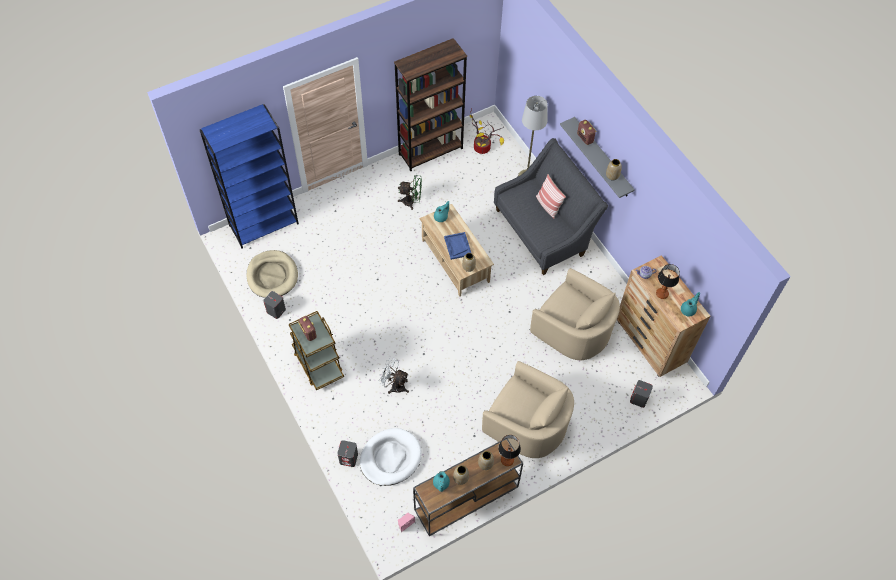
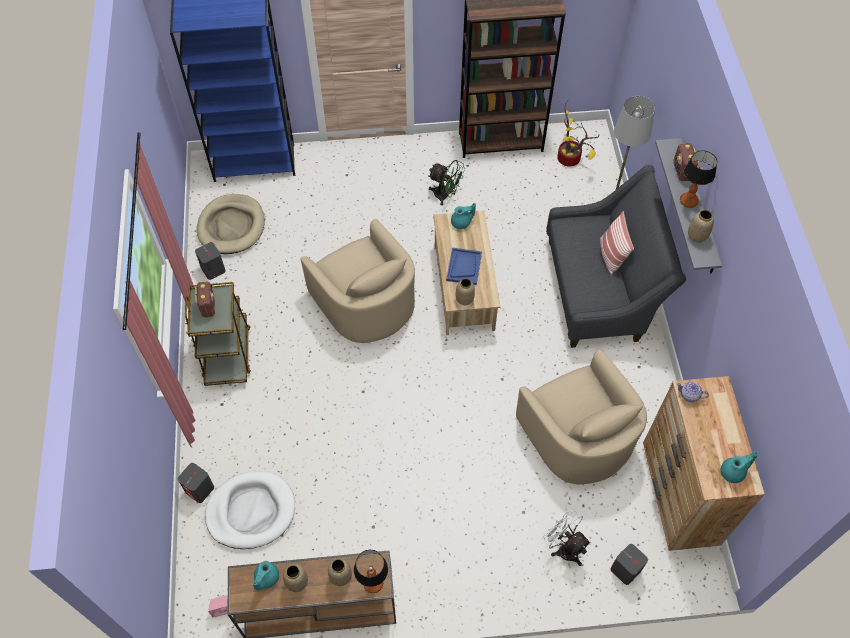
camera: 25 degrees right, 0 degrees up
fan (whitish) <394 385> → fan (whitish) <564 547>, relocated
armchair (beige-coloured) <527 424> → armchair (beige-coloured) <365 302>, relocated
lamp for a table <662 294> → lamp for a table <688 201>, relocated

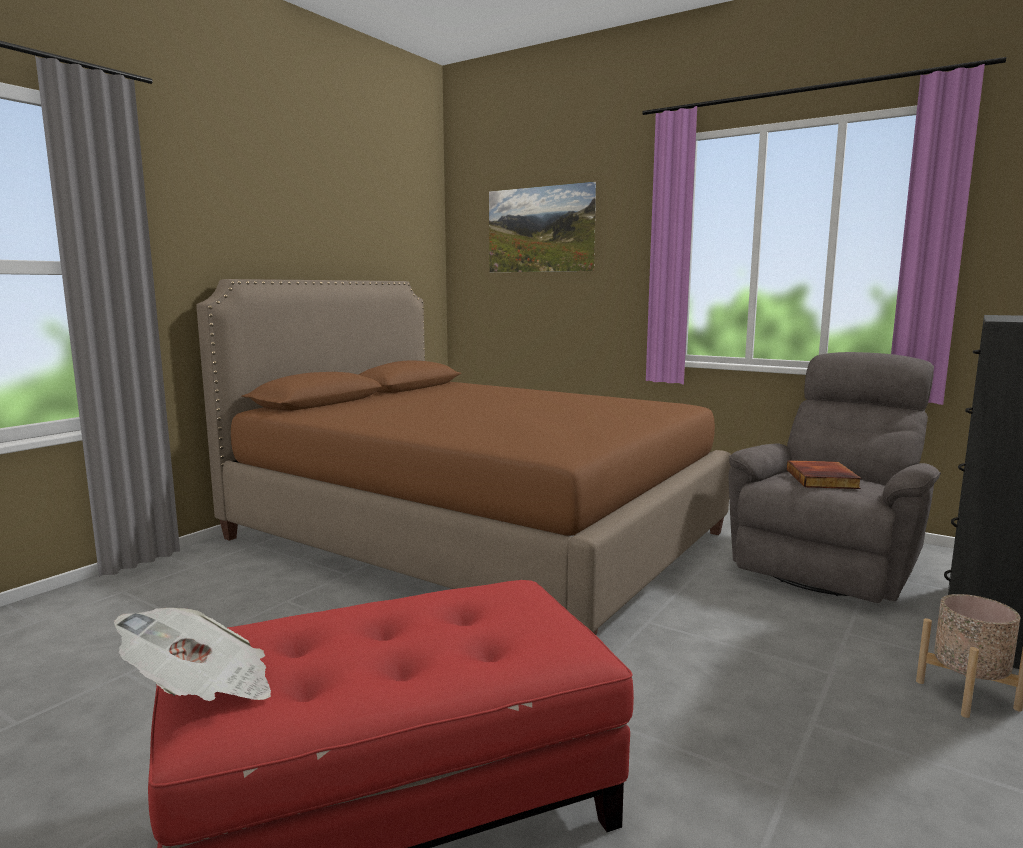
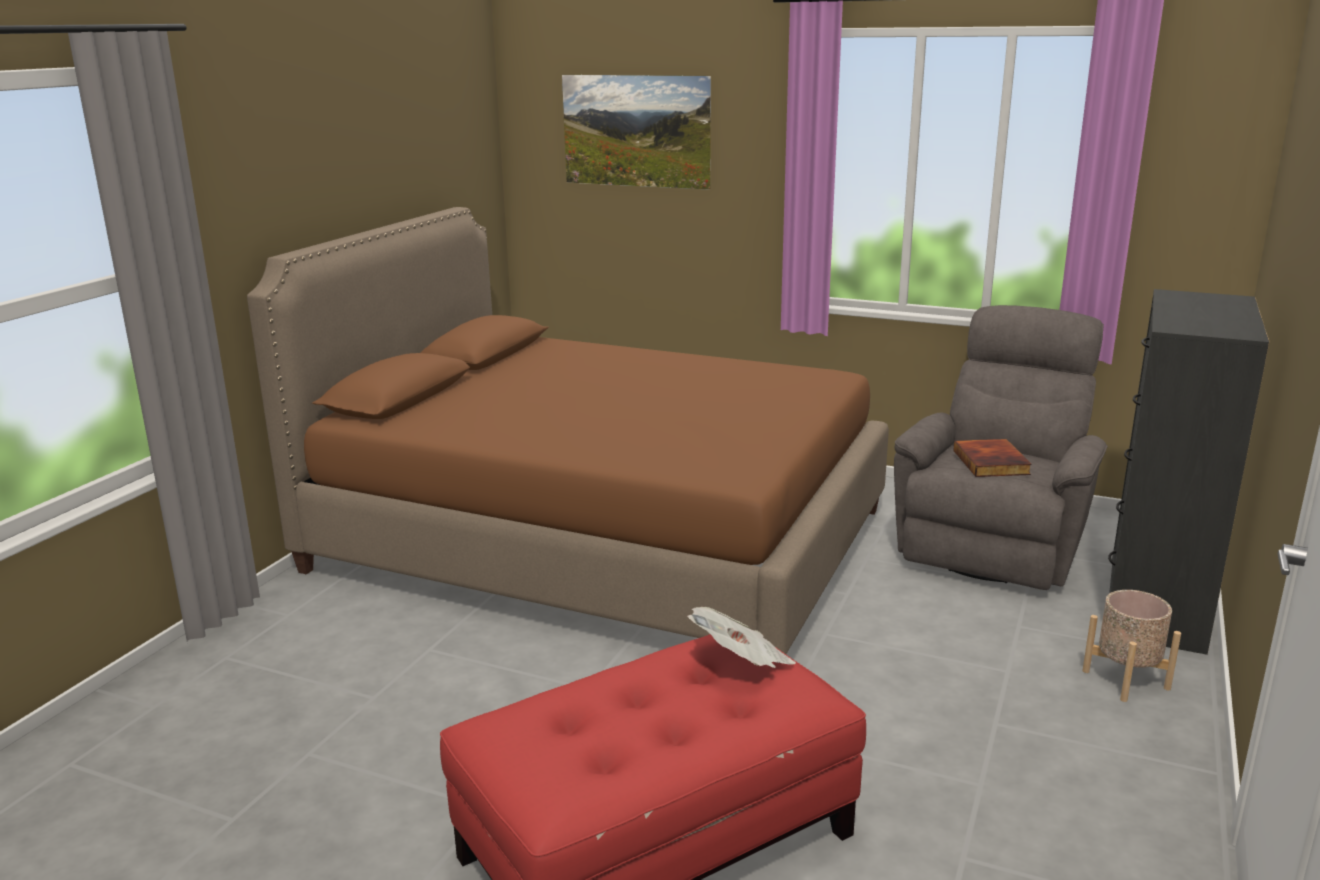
camera: 10 degrees left, 10 degrees up
printed paper <203 689> → printed paper <741 662>, relocated

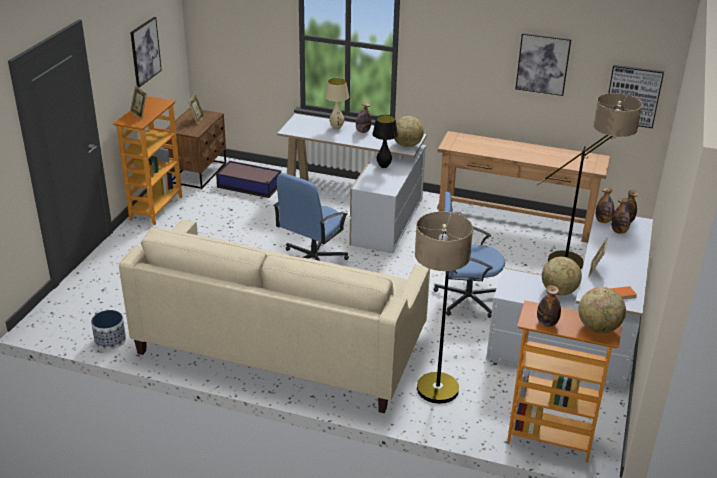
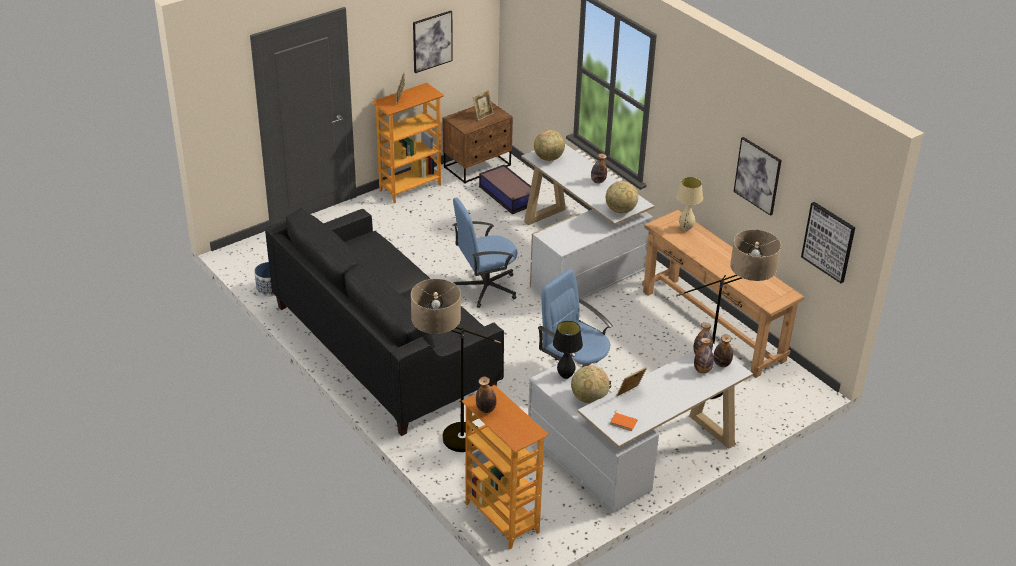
camera: 35 degrees right, 5 degrees up
couch (beige-coloured) <281 345> → couch (black) <384 348>
lamp for a table (beige-coloured) <336 128> → lamp for a table (beige-coloured) <685 228>, relocated
lamp for a table (black) <384 166> → lamp for a table (black) <565 376>, relocated
world globe <598 328> → world globe <549 158>, relocated

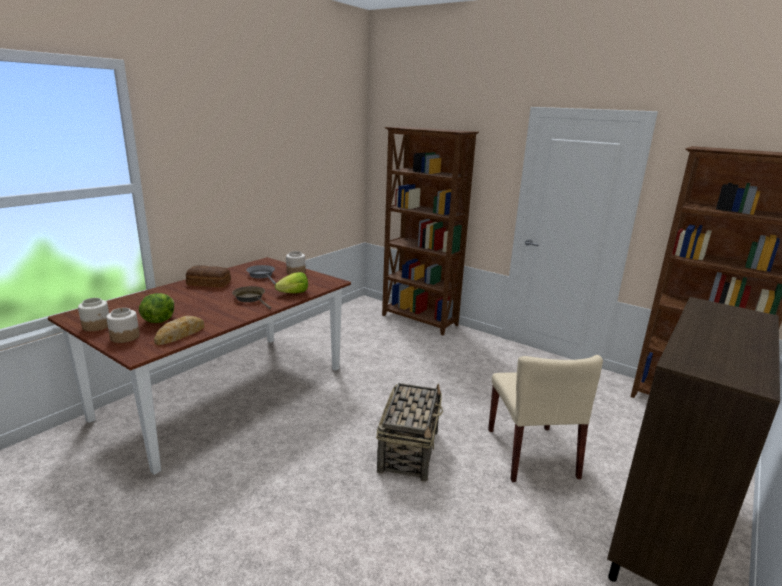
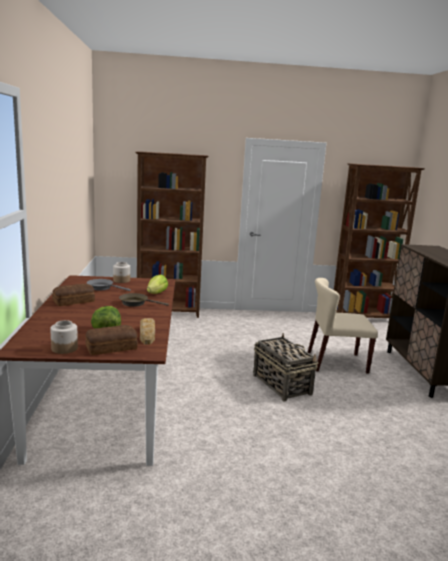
camera: 40 degrees left, 5 degrees down
jar <125 337> → bakery bread <110 347>
upright chair (beige-coloured) <531 453> → upright chair (beige-coloured) <336 362>, 135 degrees clockwise

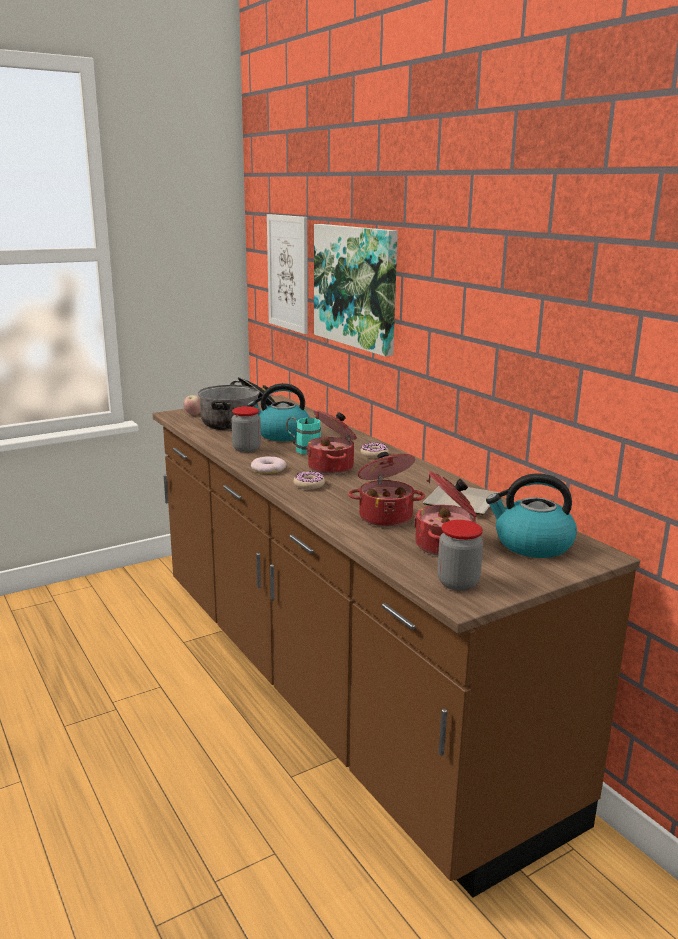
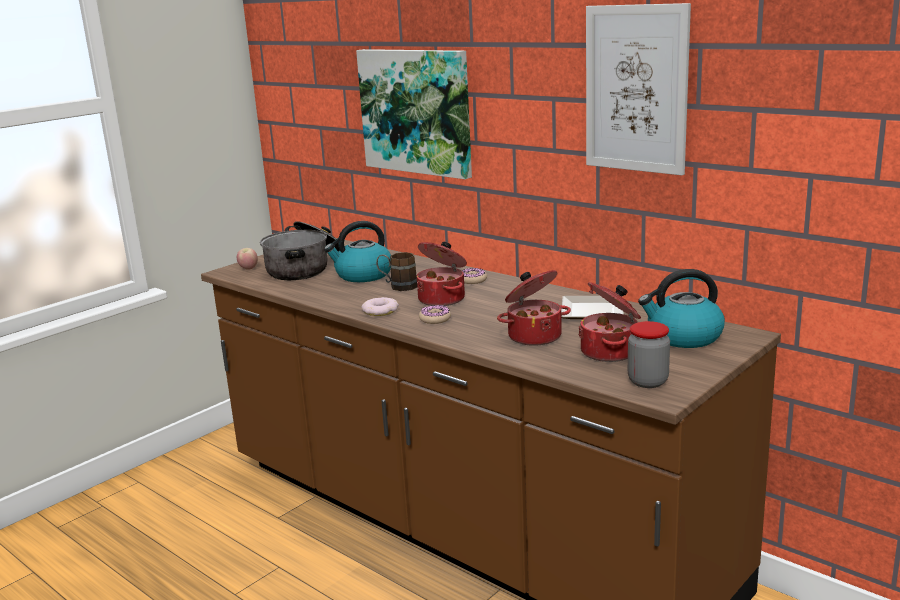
camera: 15 degrees left, 0 degrees up
jar <246 449> → -
picture <288 273> → picture <636 89>, relocated
mug (turquoise) <303 449> → mug (brown-coloured) <398 286>

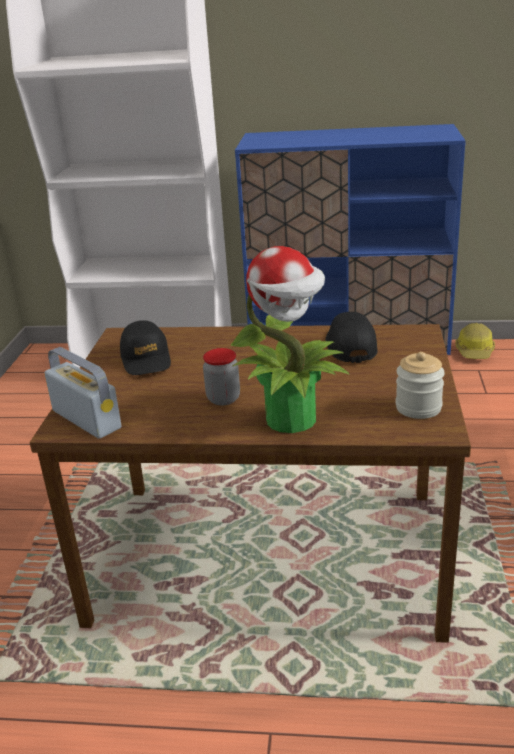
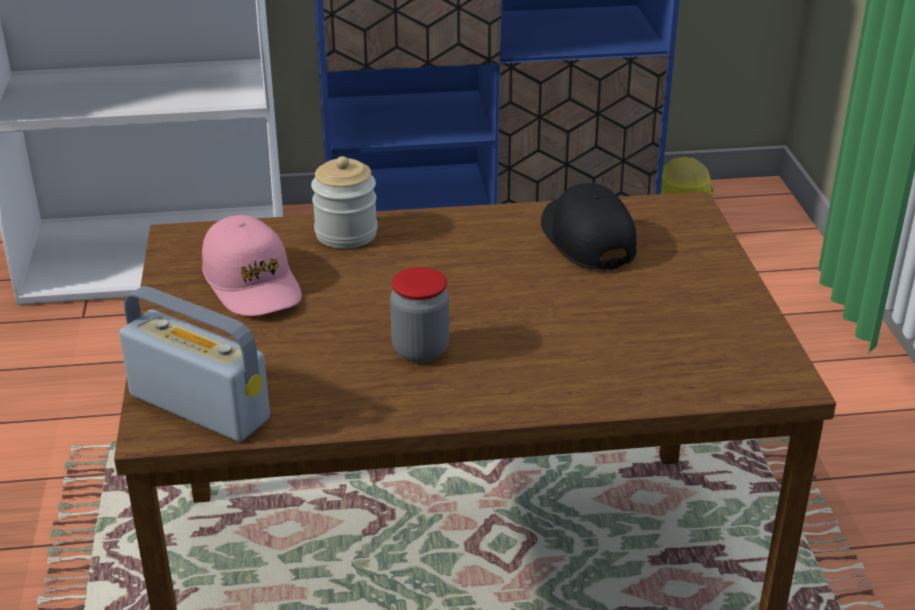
camera: 15 degrees left, 5 degrees up
peaked cap (black) <146 359> → peaked cap (pinkish) <252 283>
plant in a pot <293 419> → -
jar <418 407> → jar <346 234>, relocated

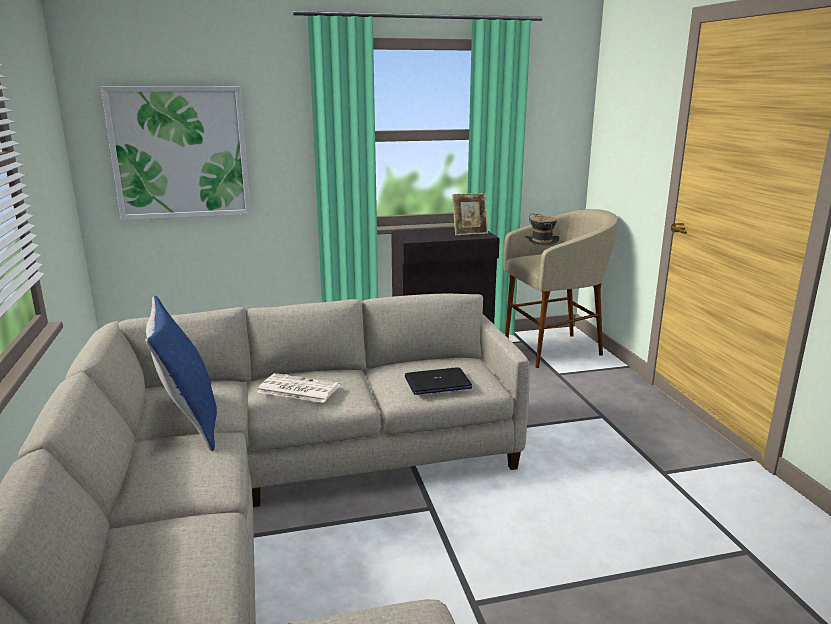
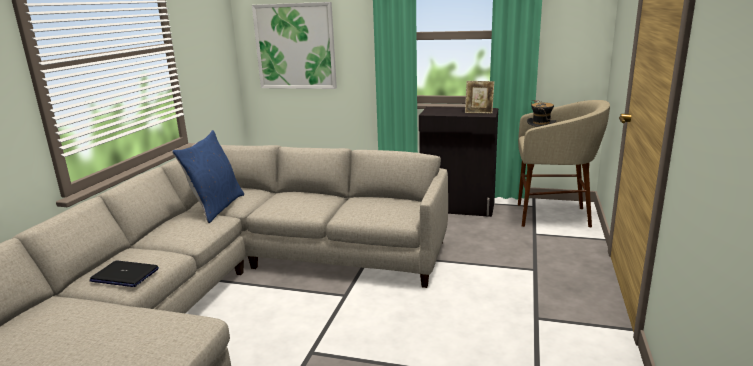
camera: 30 degrees right, 0 degrees up
printed paper <297 389> → -
laptop <437 383> → laptop <124 275>, relocated

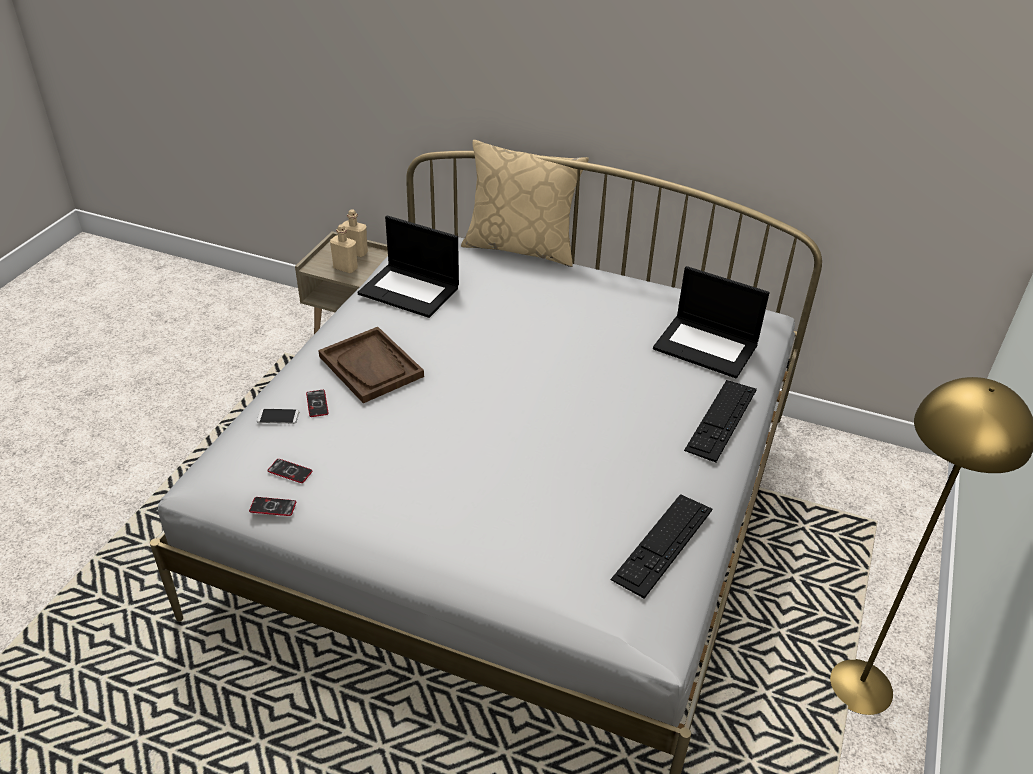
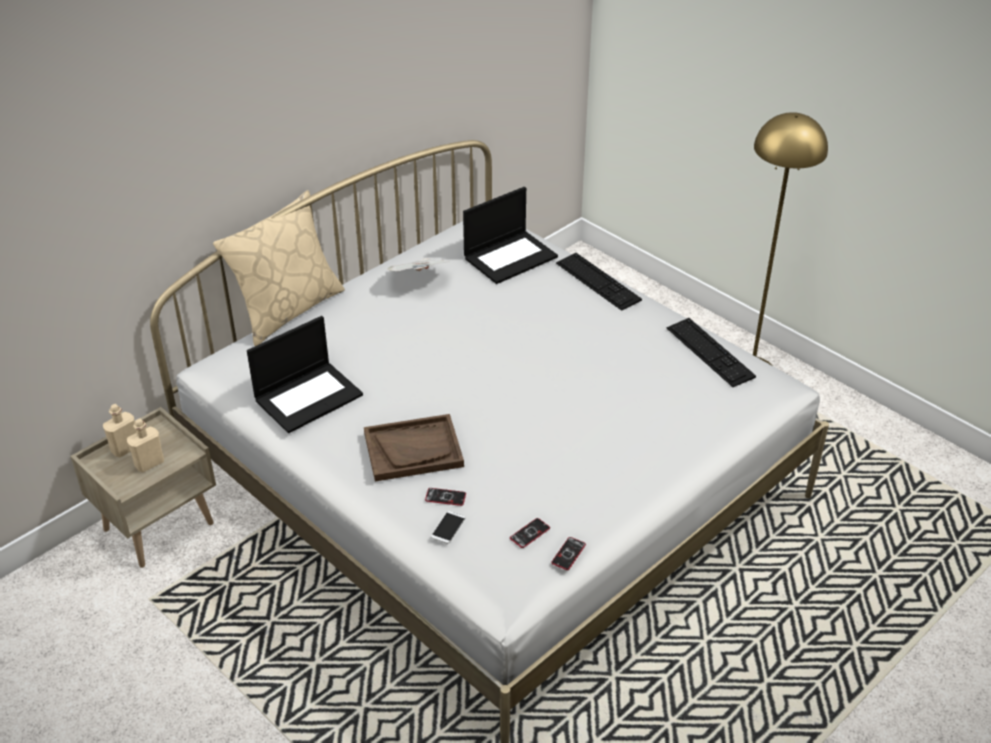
camera: 65 degrees left, 0 degrees up
- → printed paper <419 279>

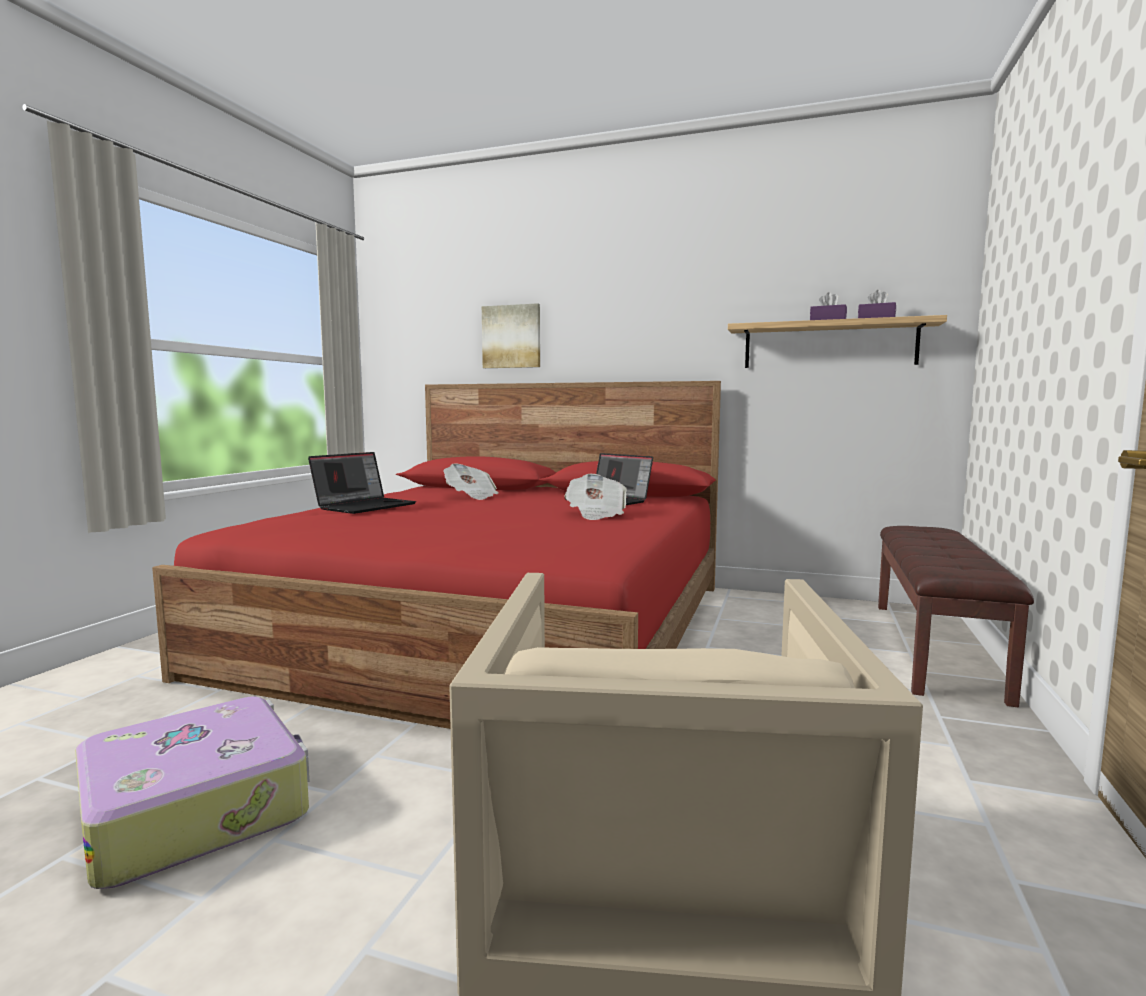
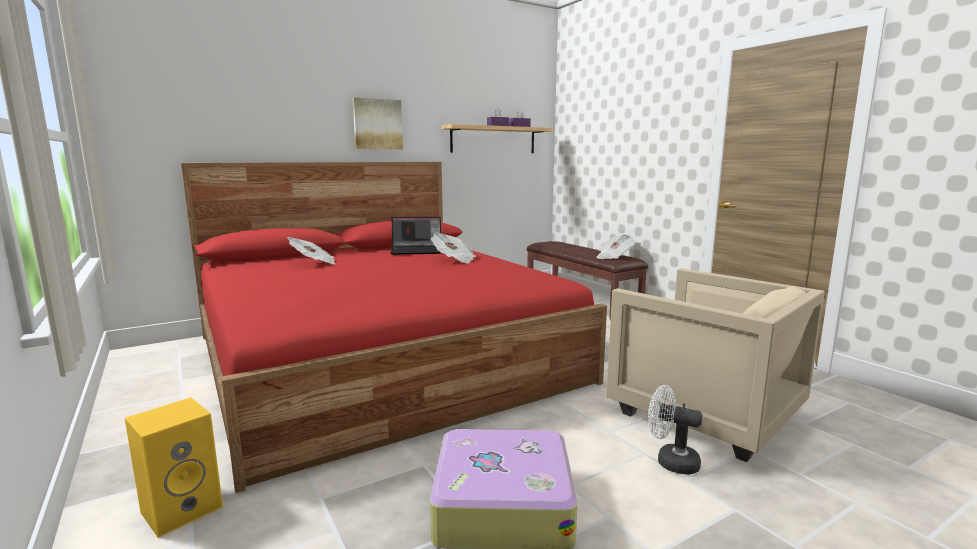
camera: 50 degrees left, 5 degrees up
laptop <365 506> → -
picture <511 336> → picture <377 124>, relocated
- → audio speaker (yellow-coloured) <183 508>
- → printed paper <613 257>
- → fan (whitish) <670 461>

